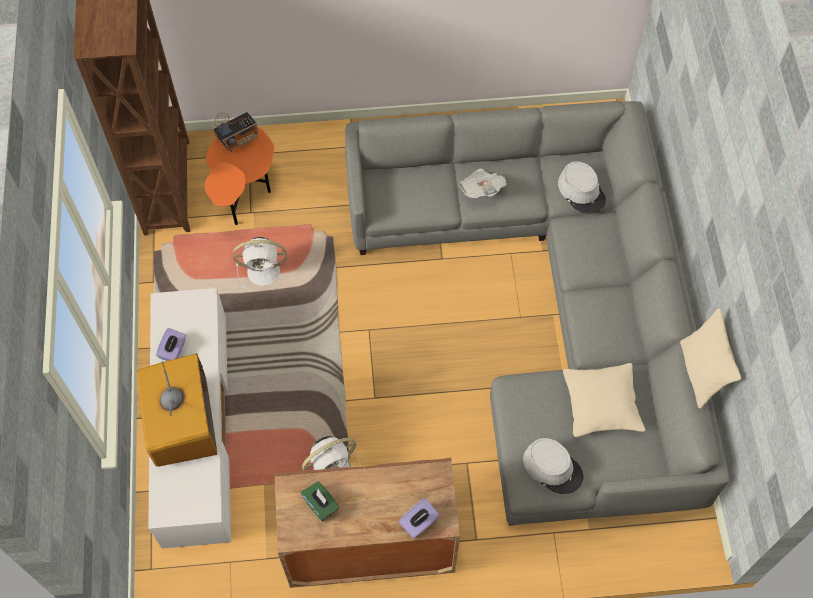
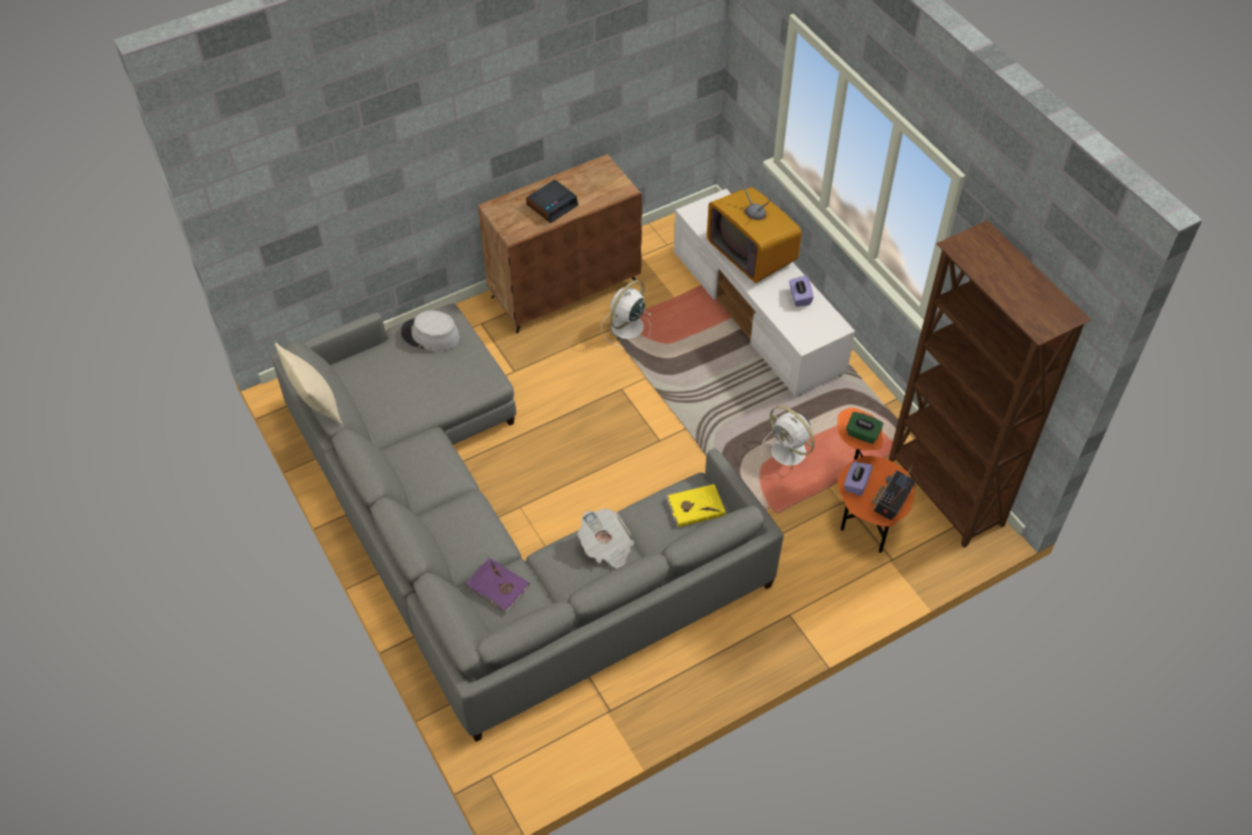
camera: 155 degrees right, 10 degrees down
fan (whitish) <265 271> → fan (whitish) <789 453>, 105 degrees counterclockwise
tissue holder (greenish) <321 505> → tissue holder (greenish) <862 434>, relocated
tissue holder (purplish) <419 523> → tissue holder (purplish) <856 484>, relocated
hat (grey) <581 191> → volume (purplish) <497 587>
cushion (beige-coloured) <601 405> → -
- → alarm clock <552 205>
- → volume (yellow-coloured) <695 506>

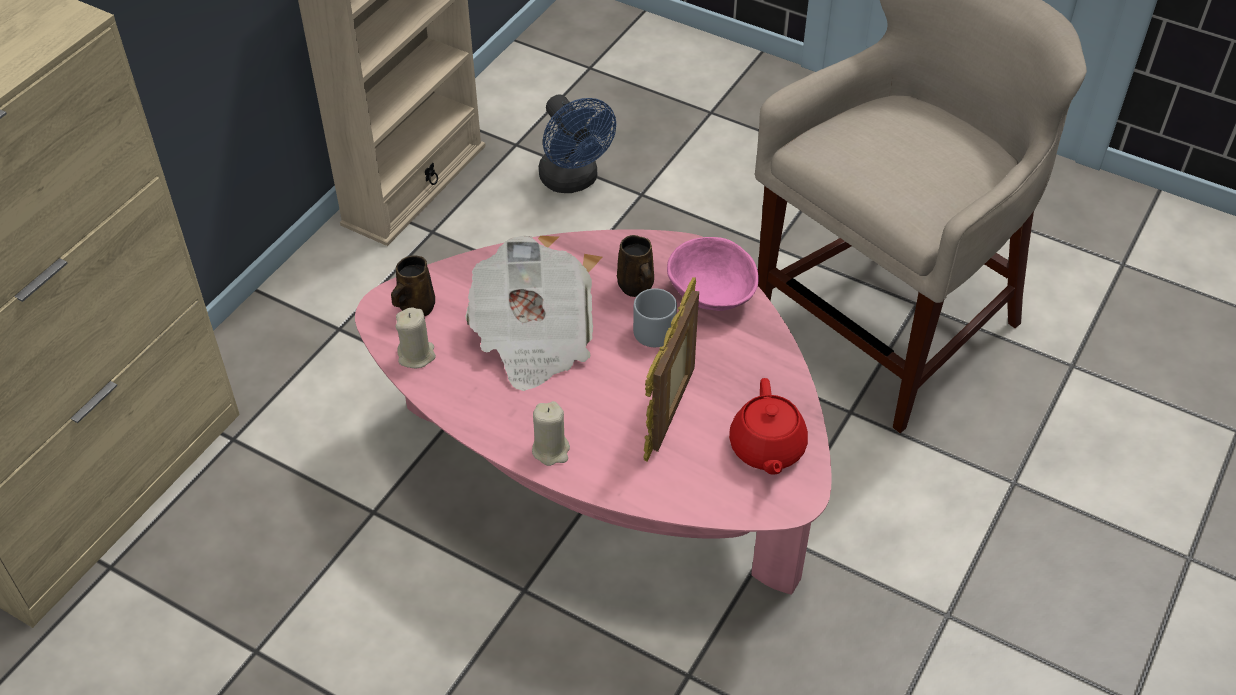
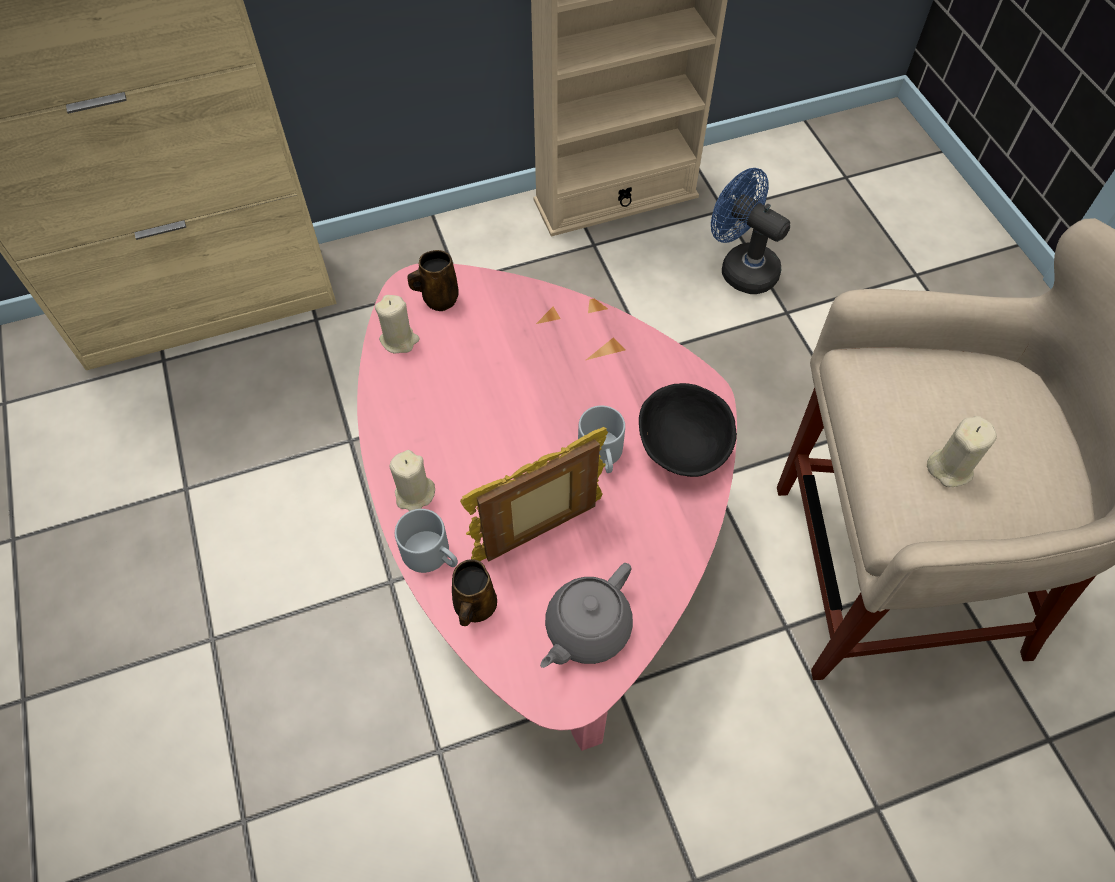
camera: 40 degrees right, 10 degrees up
printed paper <532 338> → -
fan (bluish) <573 181> → fan (bluish) <741 268>, 120 degrees clockwise
mug (brown-coloured) <636 287> → mug (brown-coloured) <474 607>, relocated
deep dish (pinkish) <711 295> → deep dish (black) <682 447>
pot for tea (red) <766 449> → pot for tea (grey) <586 629>
- → mug (grey) <433 554>
- → wax light (beige-coloured) <950 467>

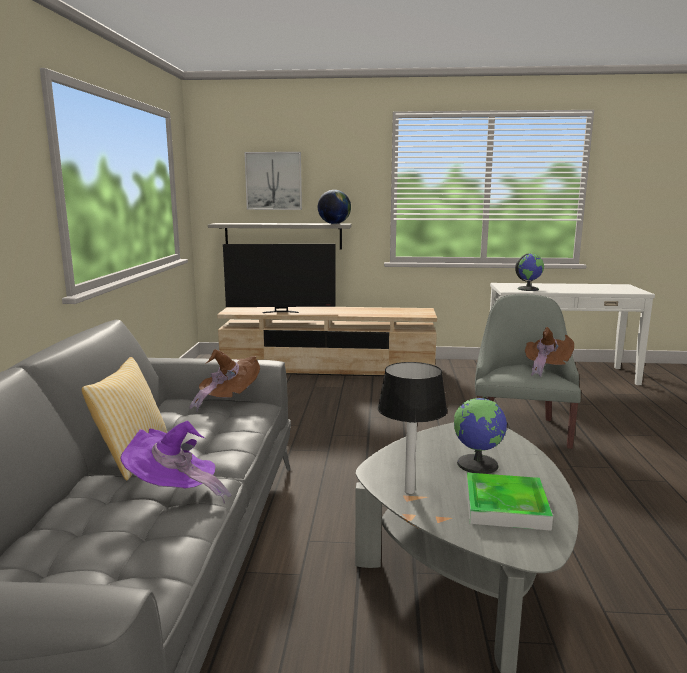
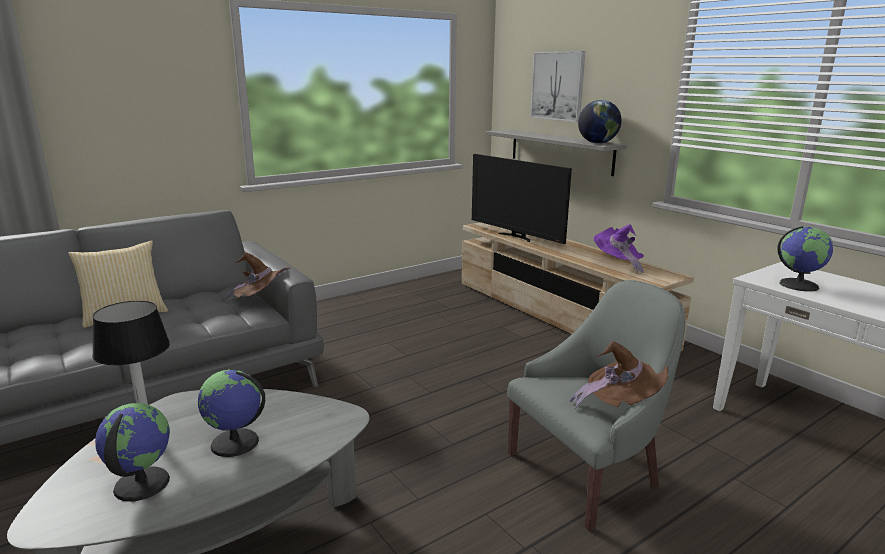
camera: 50 degrees right, 5 degrees up
hat (purplish) <175 492> → hat (purplish) <618 264>, relocated
tray <505 506> → world globe <140 484>

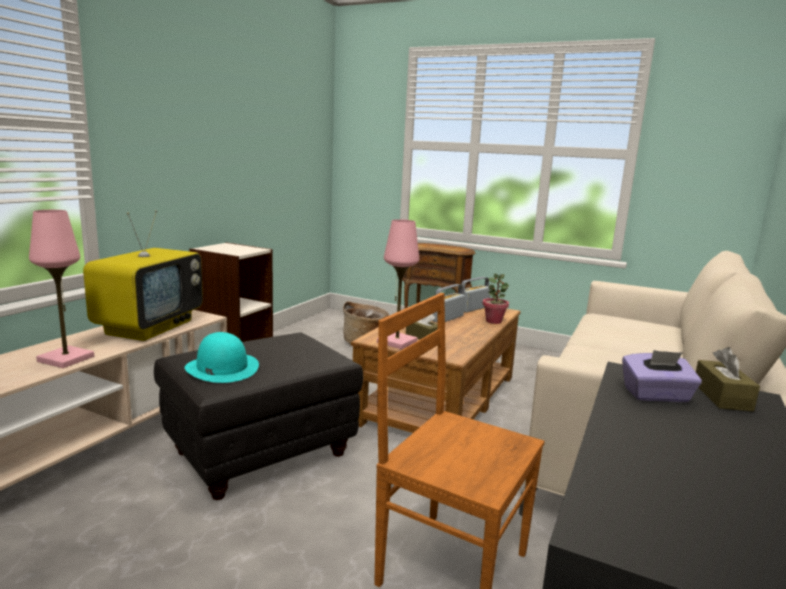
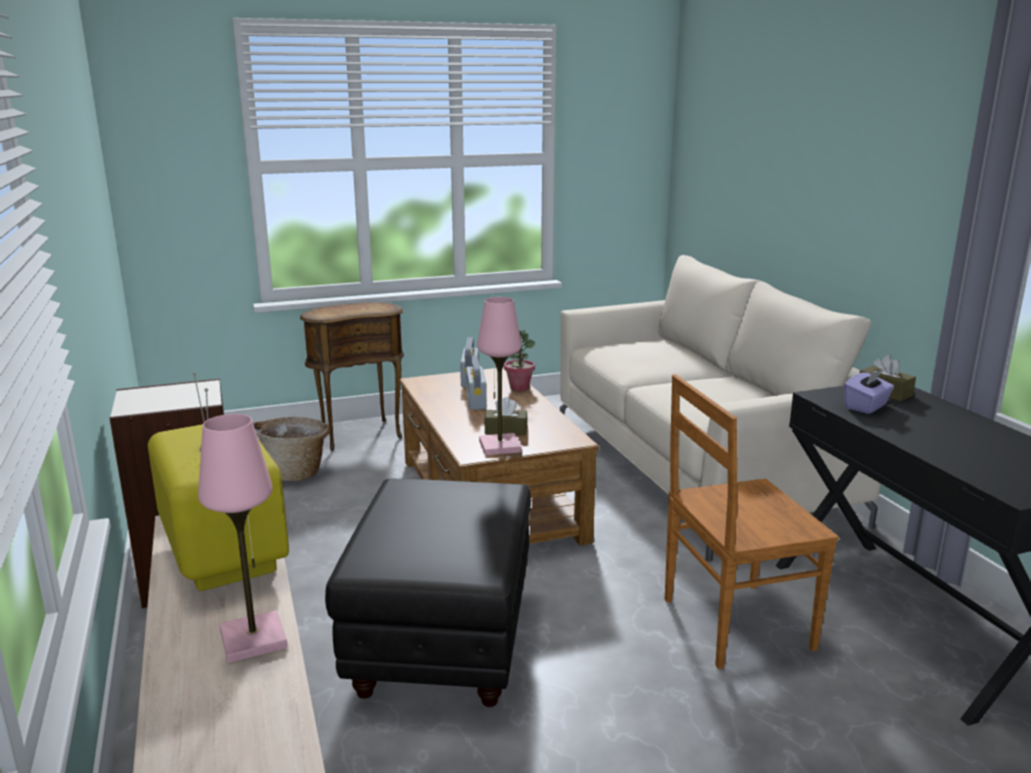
camera: 45 degrees left, 5 degrees up
hat (turquoise) <222 368> → -

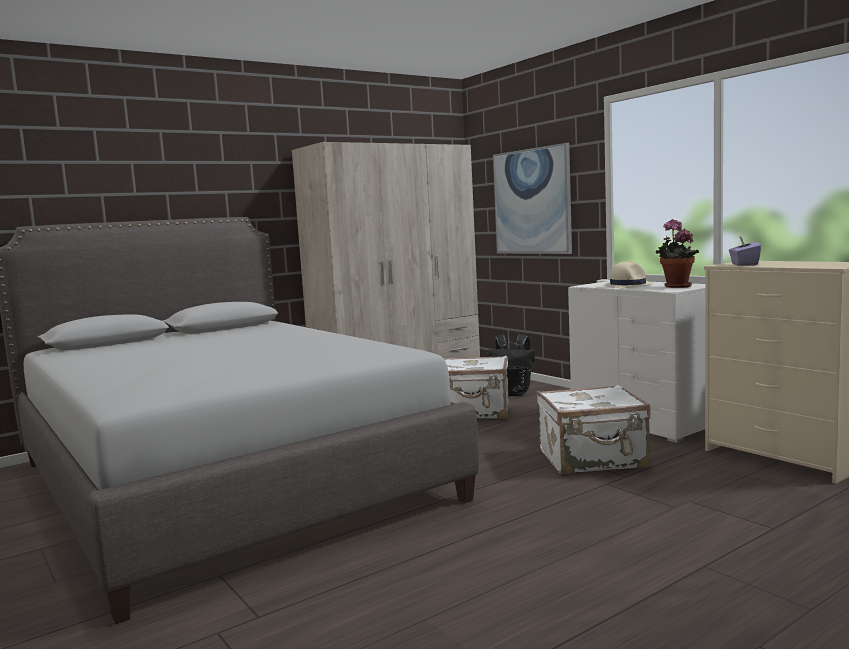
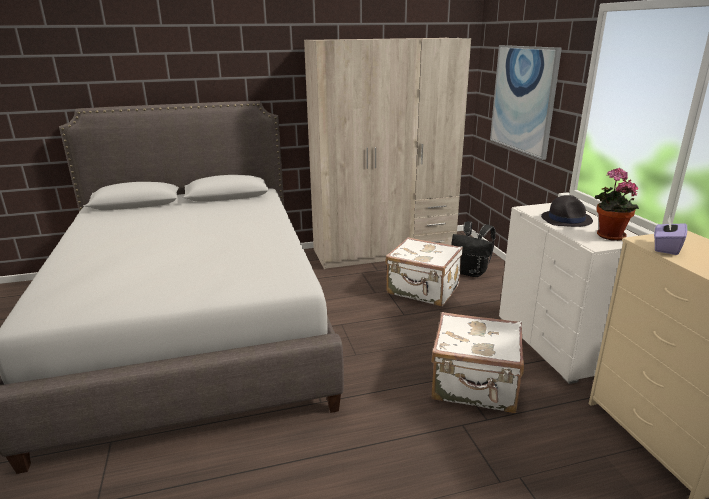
camera: 20 degrees right, 15 degrees up
hat (beige-coloured) <628 285> → hat (black) <566 219>

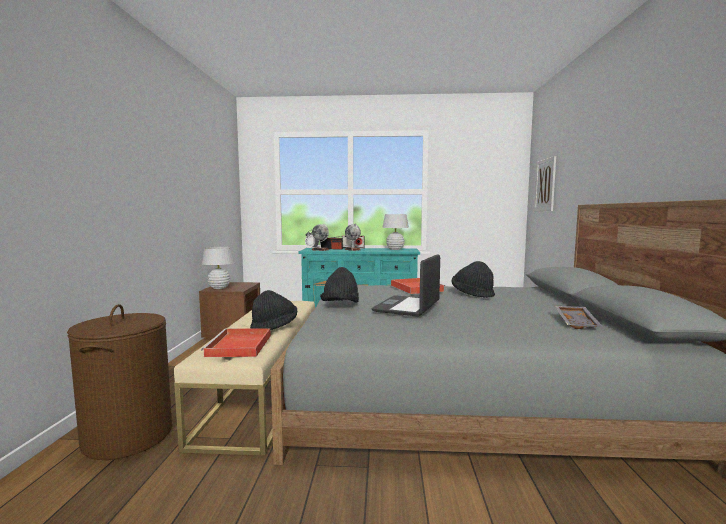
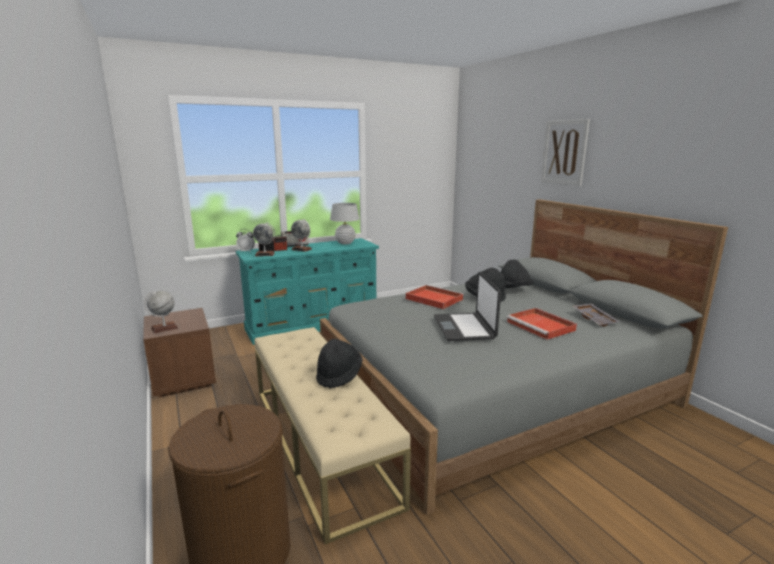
camera: 30 degrees left, 10 degrees up
tray (red) <239 346> → tray (red) <541 326>, relocated
lamp for a table (whitish) <219 288> → world globe <164 328>
hat (black) <340 305> → hat (black) <514 289>, relocated
picture <545 185> → picture <564 152>, relocated

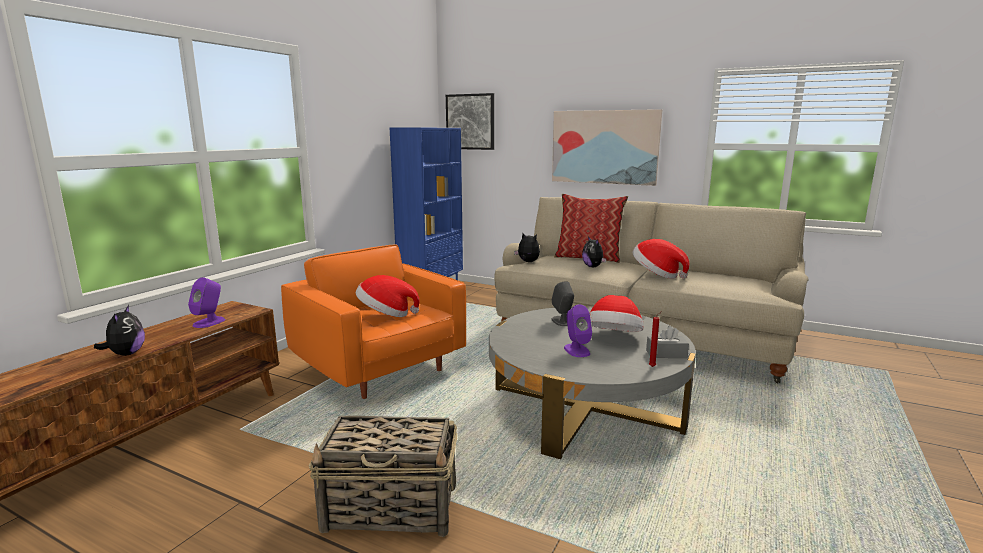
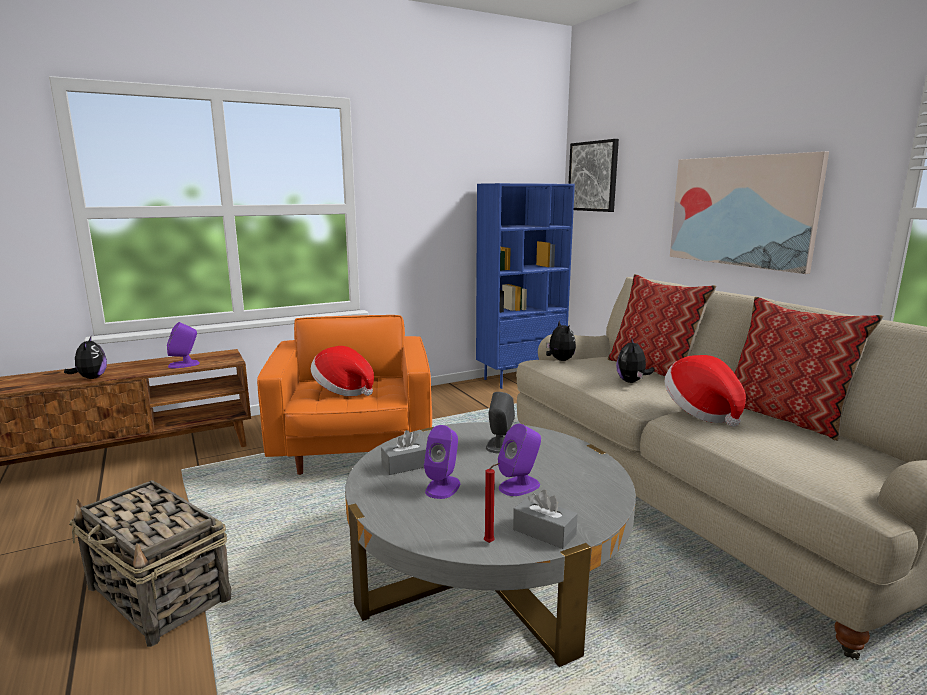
camera: 35 degrees right, 0 degrees up
soft toy <126 354> → soft toy <91 378>, 45 degrees counterclockwise
hat <614 338> → audio speaker (purplish) <520 486>
- → tissue holder (grey) <406 465>
- → cushion <785 417>

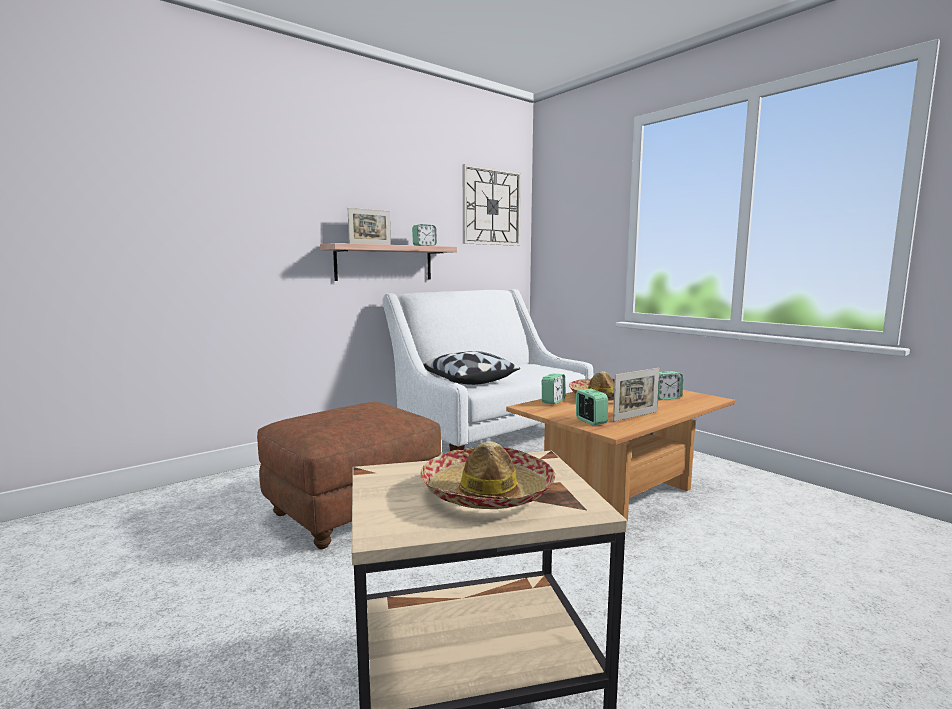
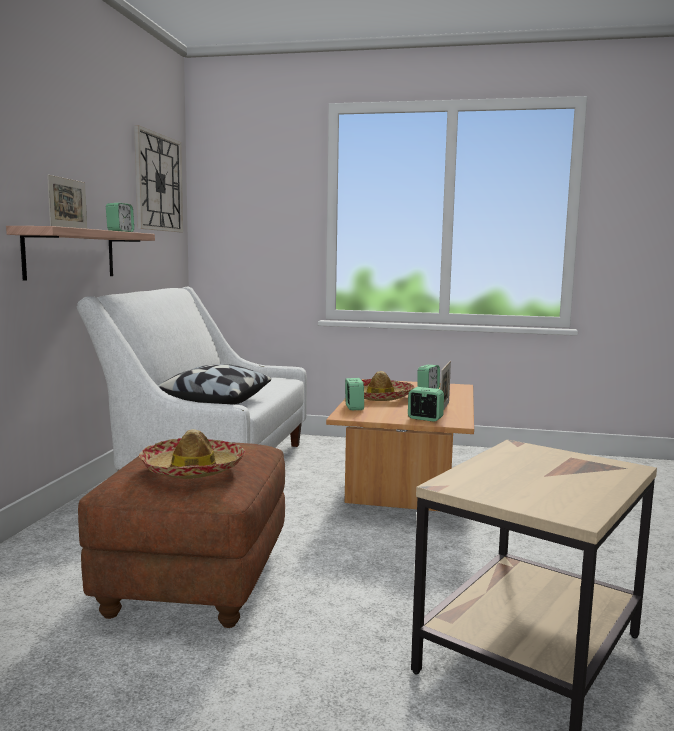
camera: 40 degrees left, 0 degrees up
hat <488 492> → hat <193 469>, relocated

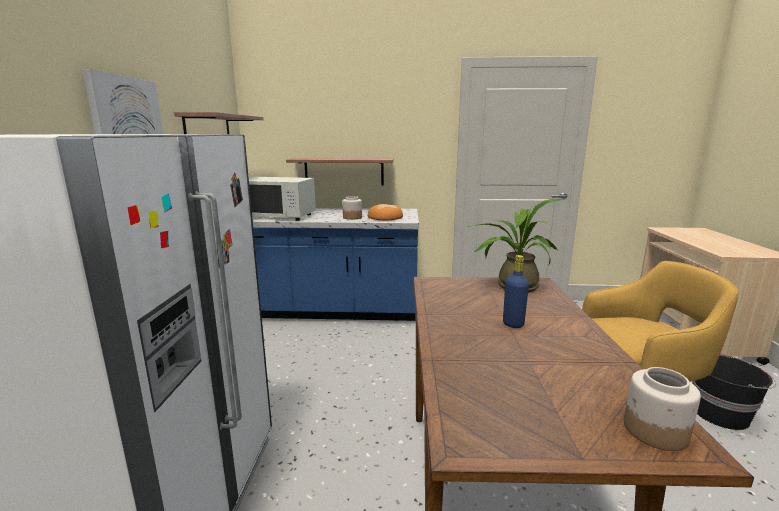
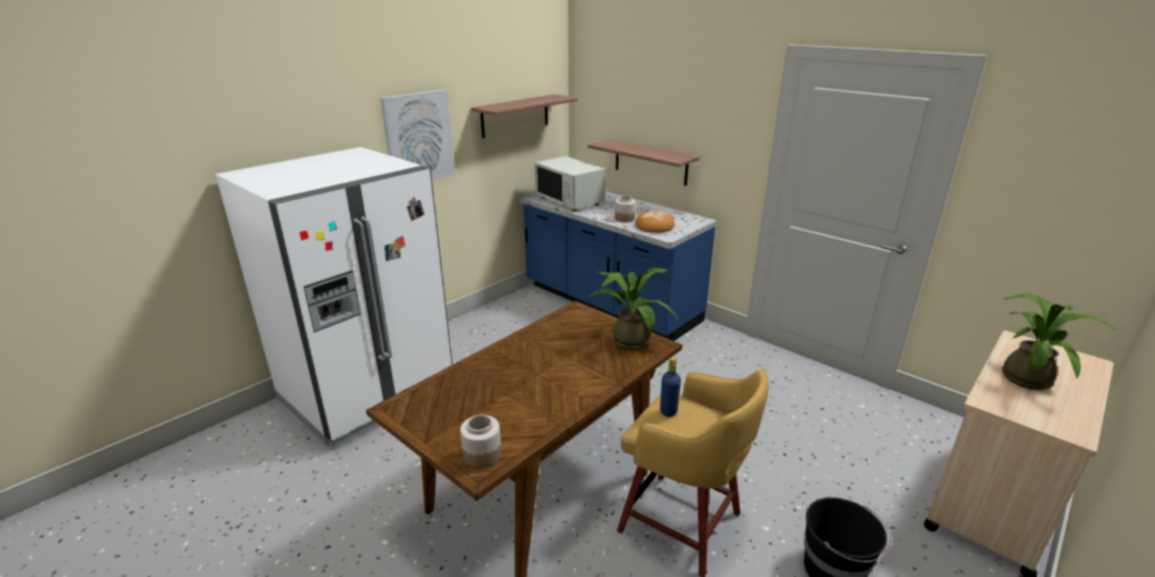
camera: 40 degrees right, 10 degrees up
bottle (bluish) <513 324> → bottle (bluish) <668 411>, relocated
- → plant in a pot <1027 376>

